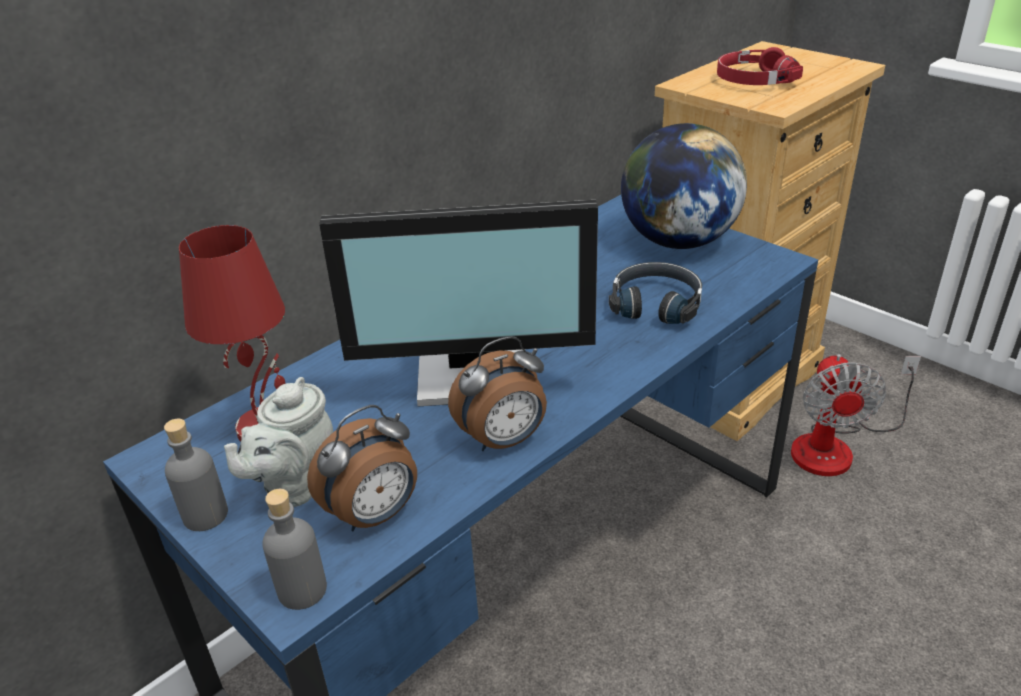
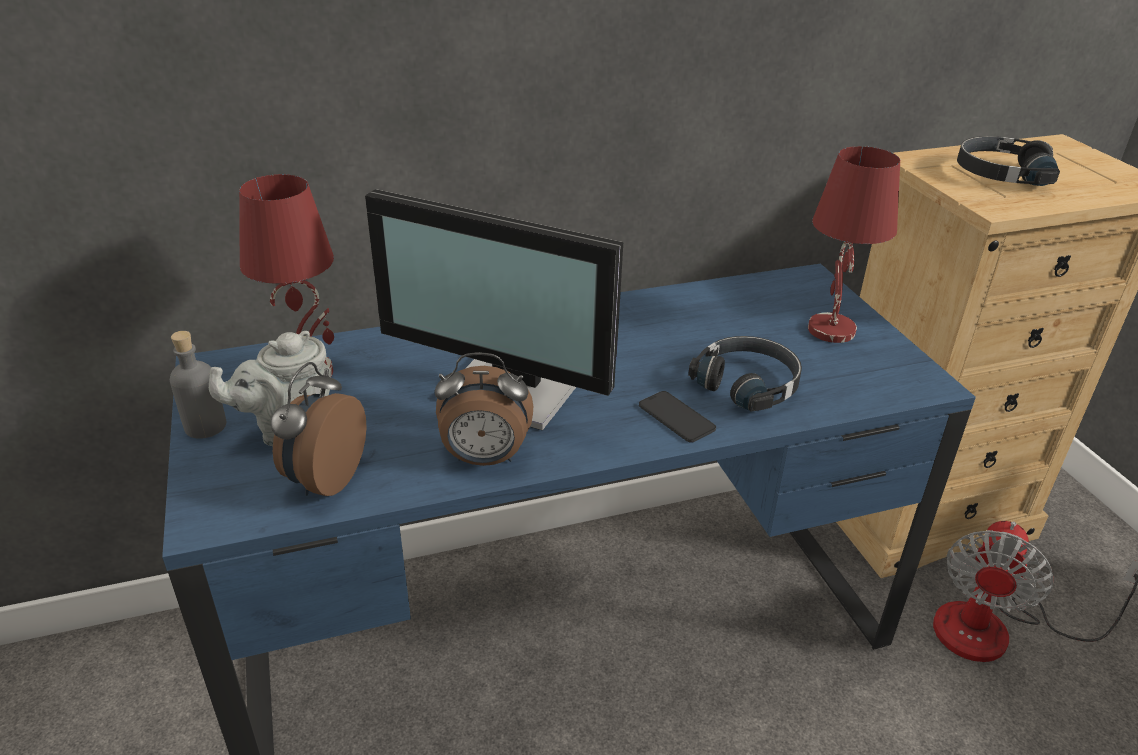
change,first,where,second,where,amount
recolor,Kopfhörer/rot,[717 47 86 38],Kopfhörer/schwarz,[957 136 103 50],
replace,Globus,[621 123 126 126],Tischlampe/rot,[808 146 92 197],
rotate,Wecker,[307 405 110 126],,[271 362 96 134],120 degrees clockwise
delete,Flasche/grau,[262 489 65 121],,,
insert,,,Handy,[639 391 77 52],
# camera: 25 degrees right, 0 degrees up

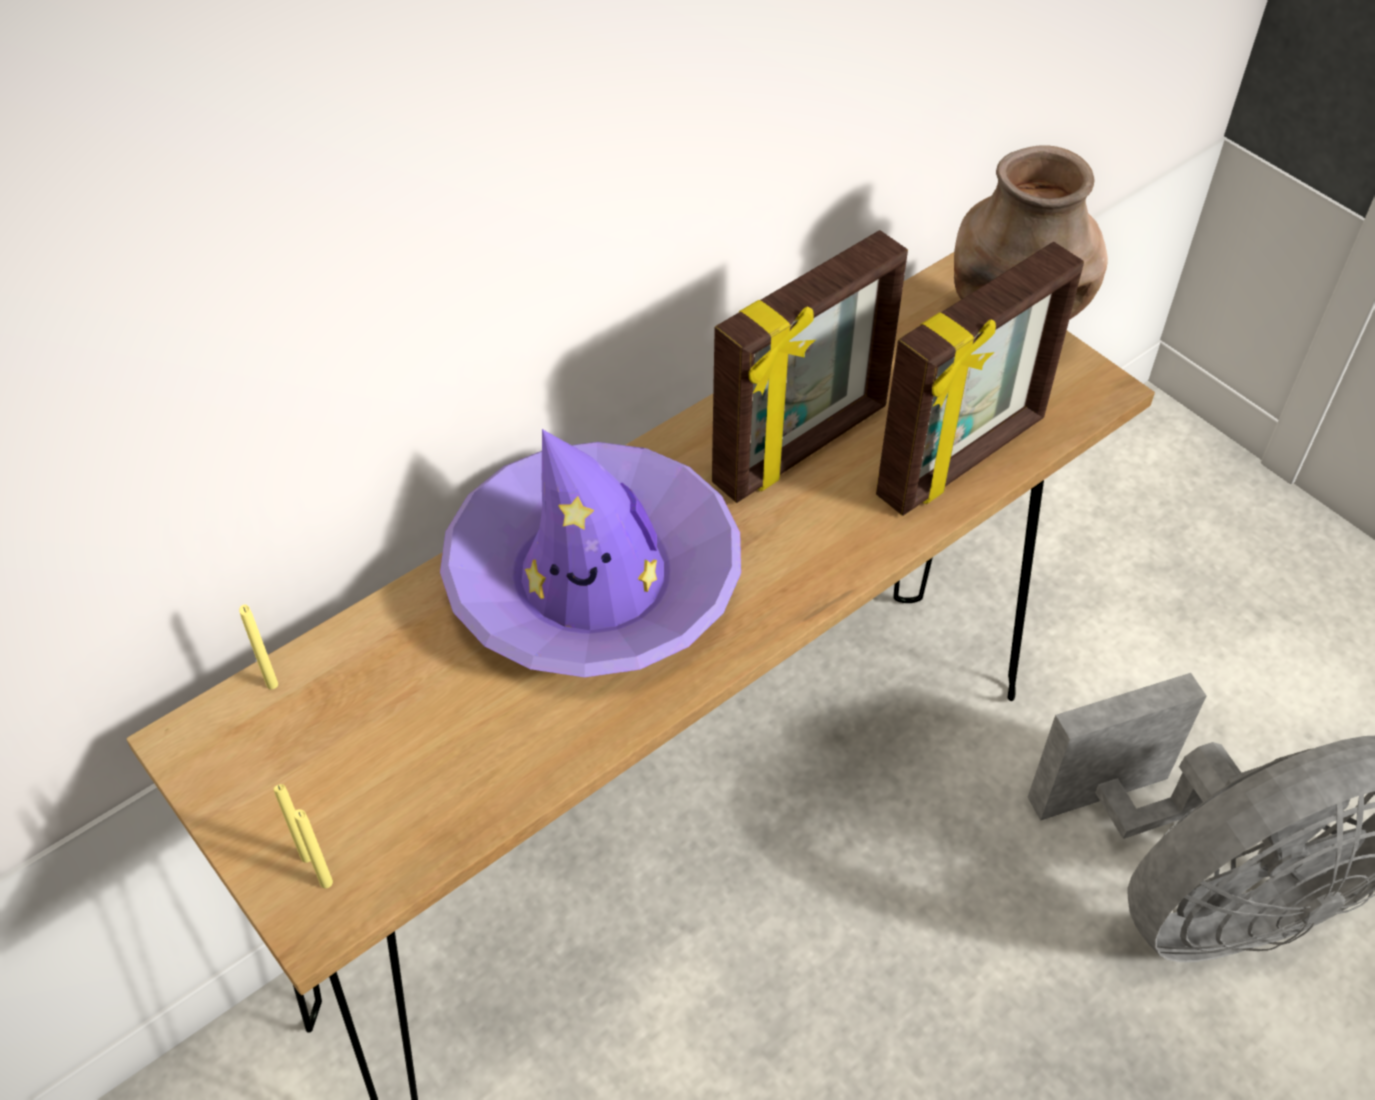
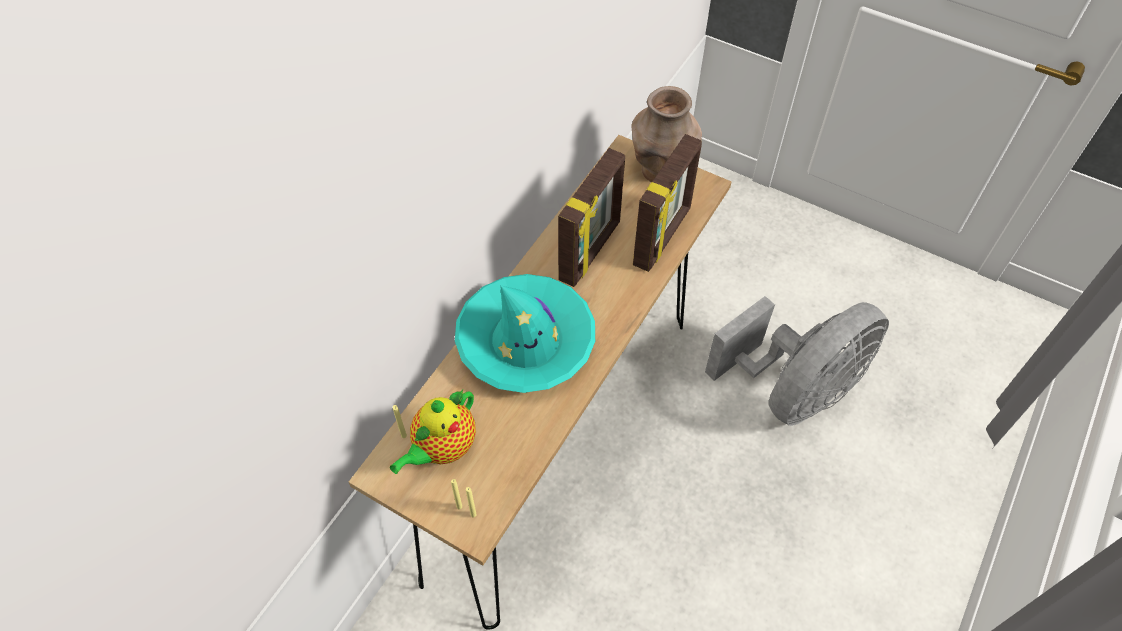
change,first,where,second,where,amount
recolor,Hut/lila,[440 429 301 248],Hut/türkis,[455 274 140 119],
insert,,,Teekanne,[390 389 86 85],
# camera: 20 degrees left, 5 degrees up

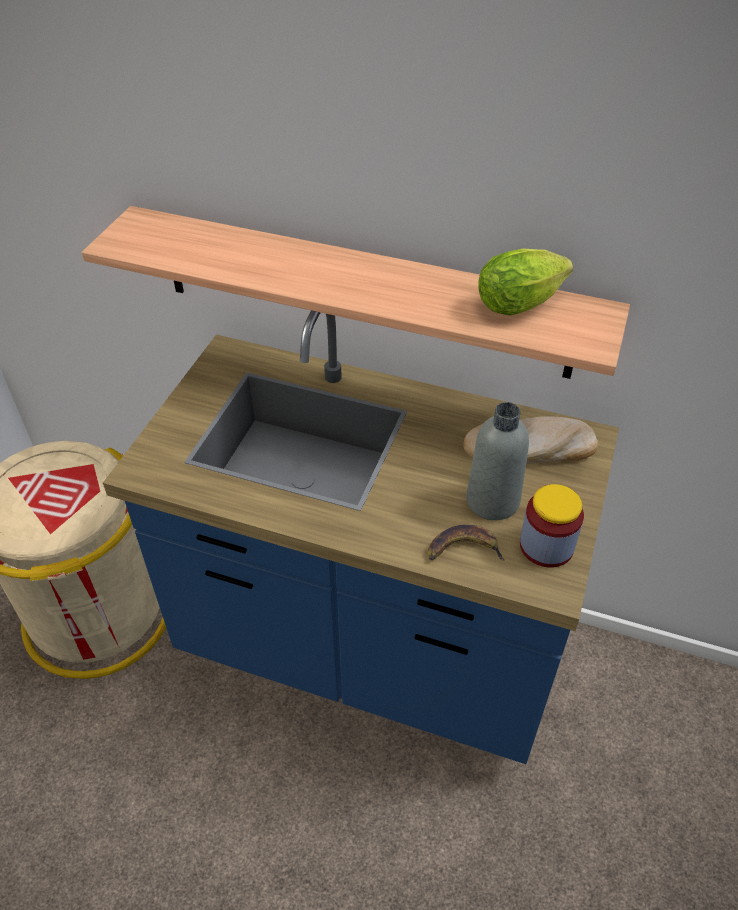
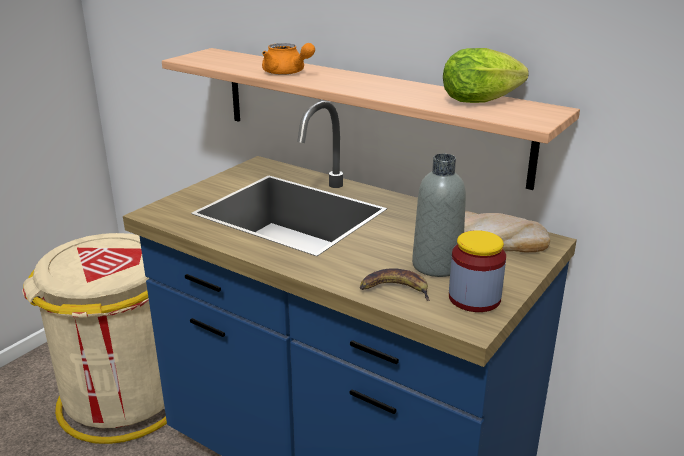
change,first,where,second,where,amount
insert,,,Teekanne/orange,[262 43 53 32],
# camera: 15 degrees right, 20 degrees down

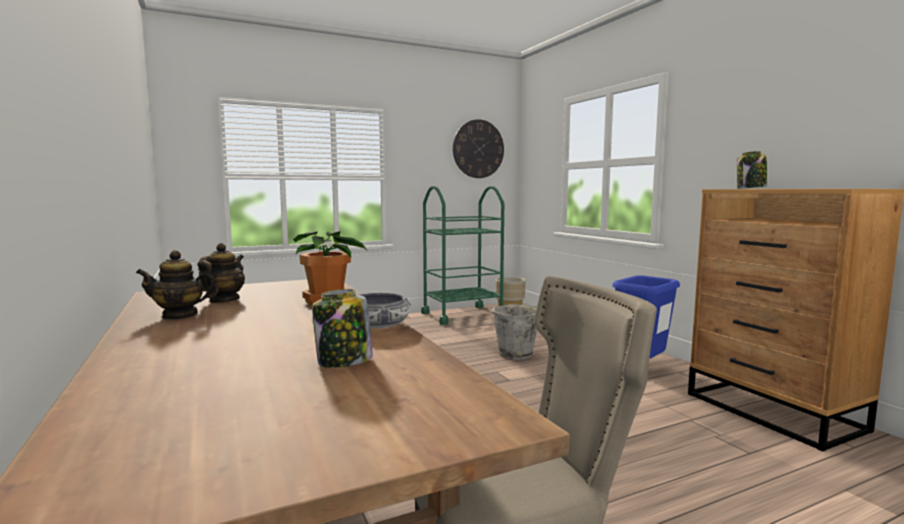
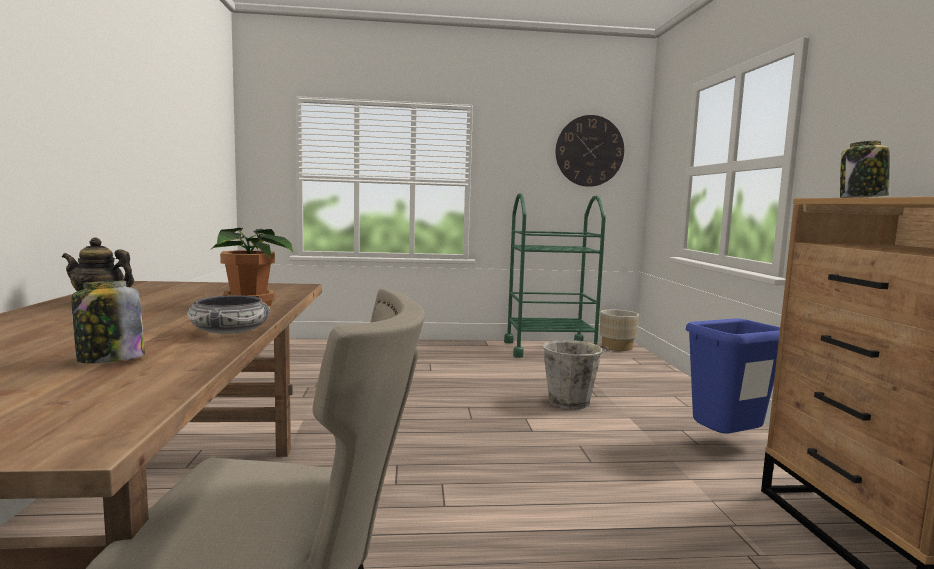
change,first,where,second,where,amount
delete,Teekanne,[199 243 46 60],,,
# camera: 20 degrees right, 0 degrees up

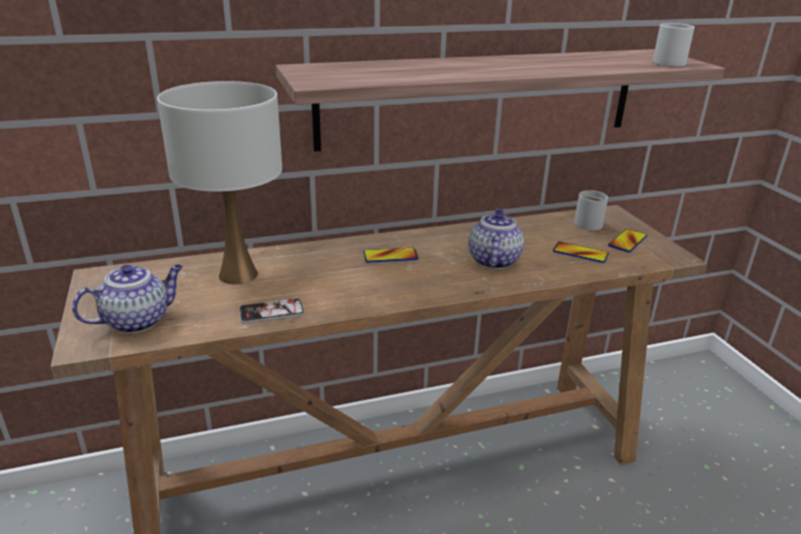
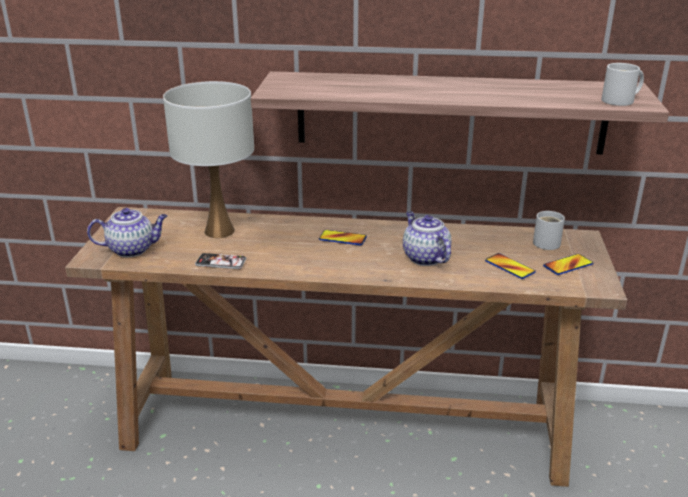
change,first,where,second,where,amount
rotate,Teekanne,[468 208 56 61],,[403 211 49 55],60 degrees counterclockwise
# camera: 25 degrees right, 0 degrees up

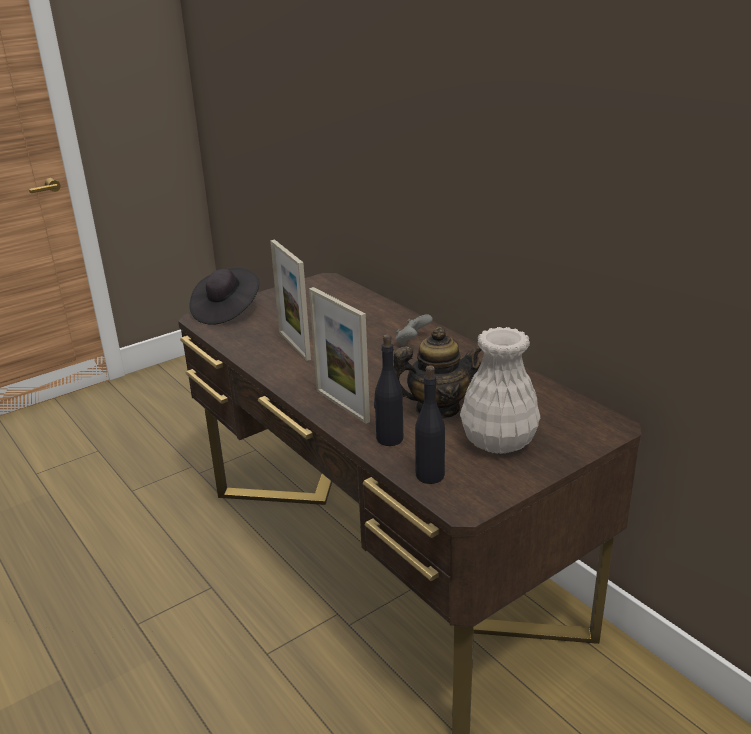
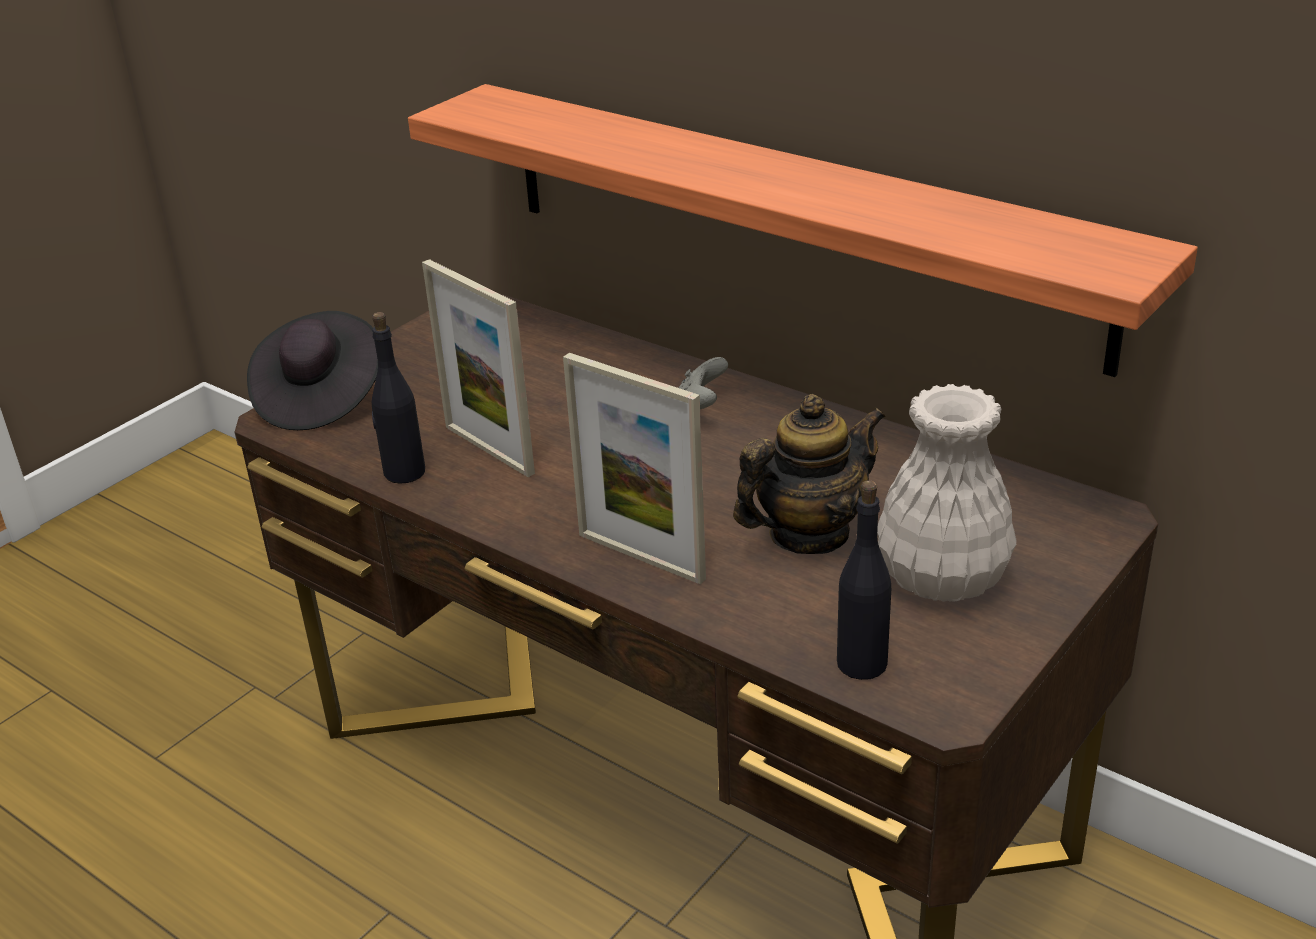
change,first,where,second,where,amount
move,Flasche/schwarz,[374 334 29 112],,[372 312 53 172],
insert,,,Wandregal,[408 84 790 293],
# camera: 15 degrees left, 5 degrees up

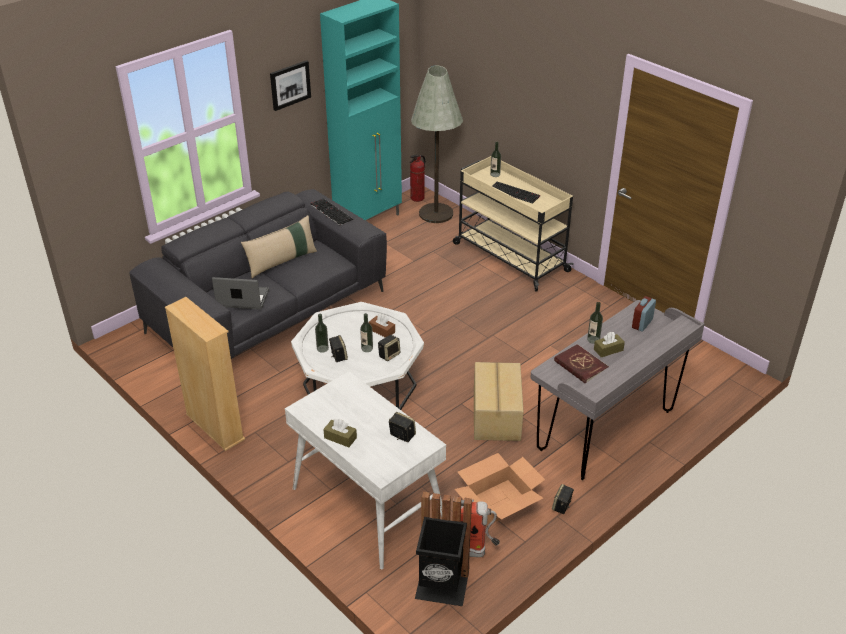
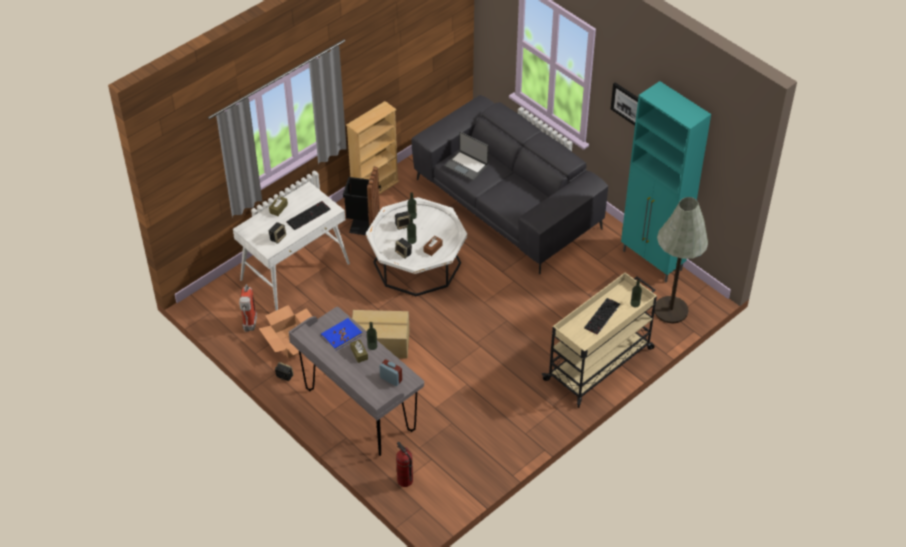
change,first,where,second,where,amount
move,Feuerlöscher,[410 154 15 48],,[396 442 17 45],
move,Tastatur,[310 198 43 27],,[286 201 45 29],
delete,Kissen/beige,[241 215 76 63],,,
rotate,Laptop,[212 277 57 33],,[445 132 44 49],120 degrees clockwise
recolor,Buch/rot,[554 344 55 39],Buch/blau,[321 318 41 32],
move,Mülleimer/schwarz,[415 492 57 114],,[343 167 37 68],
# camera: 90 degrees right, 10 degrees up

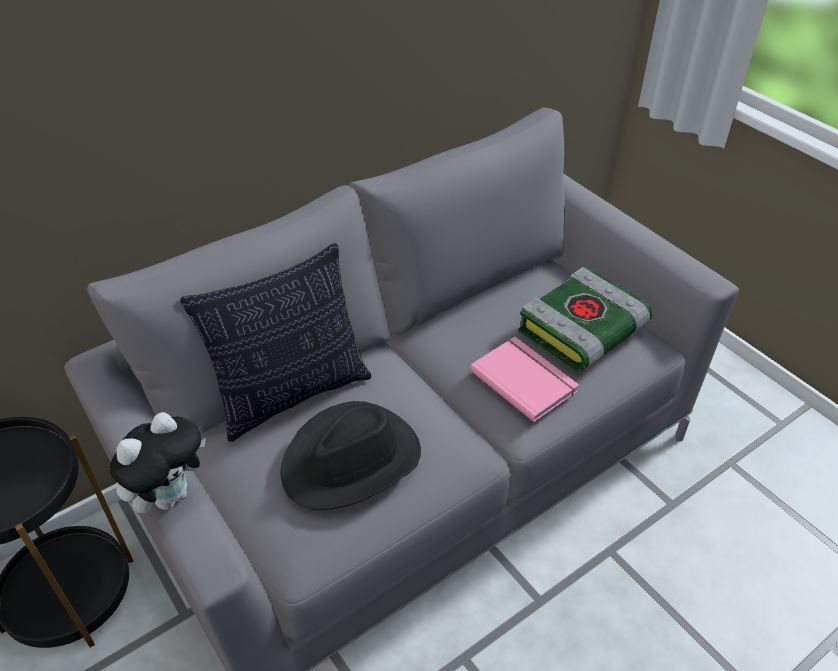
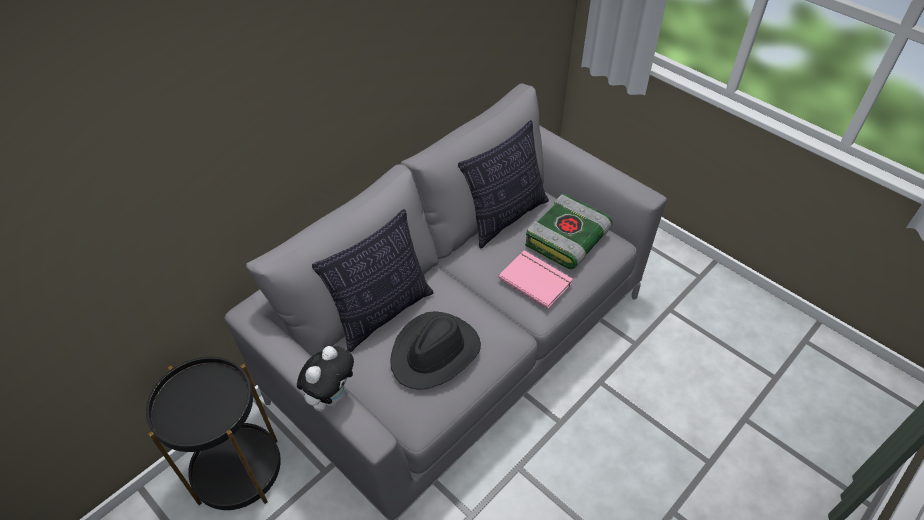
change,first,where,second,where,amount
insert,,,Kissen,[458 120 91 128],
# camera: 10 degrees left, 5 degrees up

